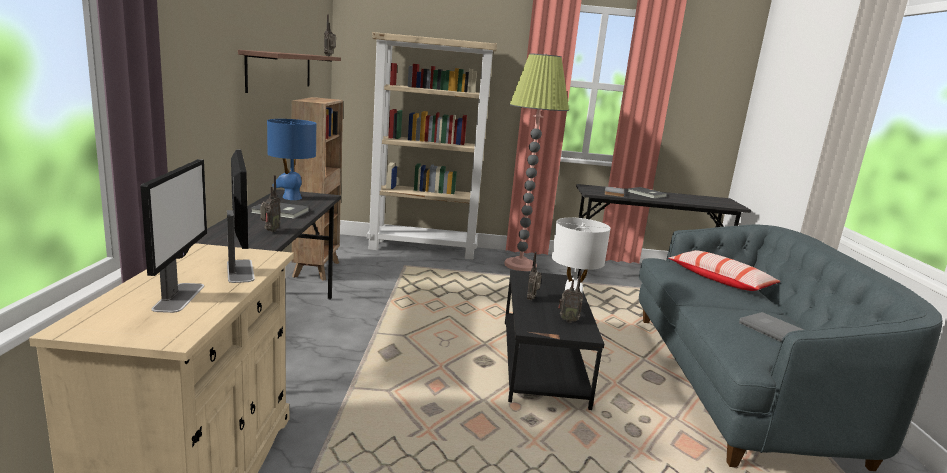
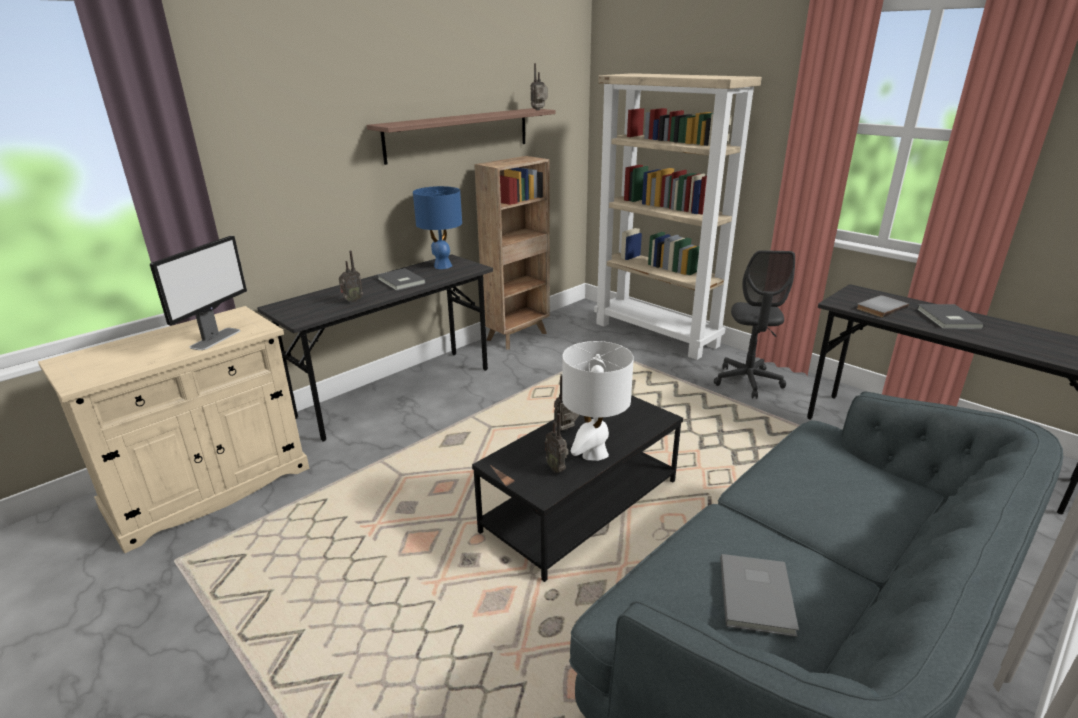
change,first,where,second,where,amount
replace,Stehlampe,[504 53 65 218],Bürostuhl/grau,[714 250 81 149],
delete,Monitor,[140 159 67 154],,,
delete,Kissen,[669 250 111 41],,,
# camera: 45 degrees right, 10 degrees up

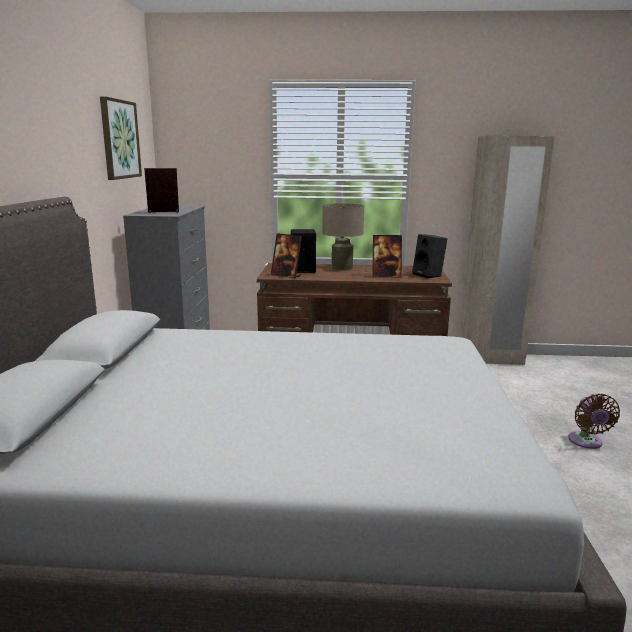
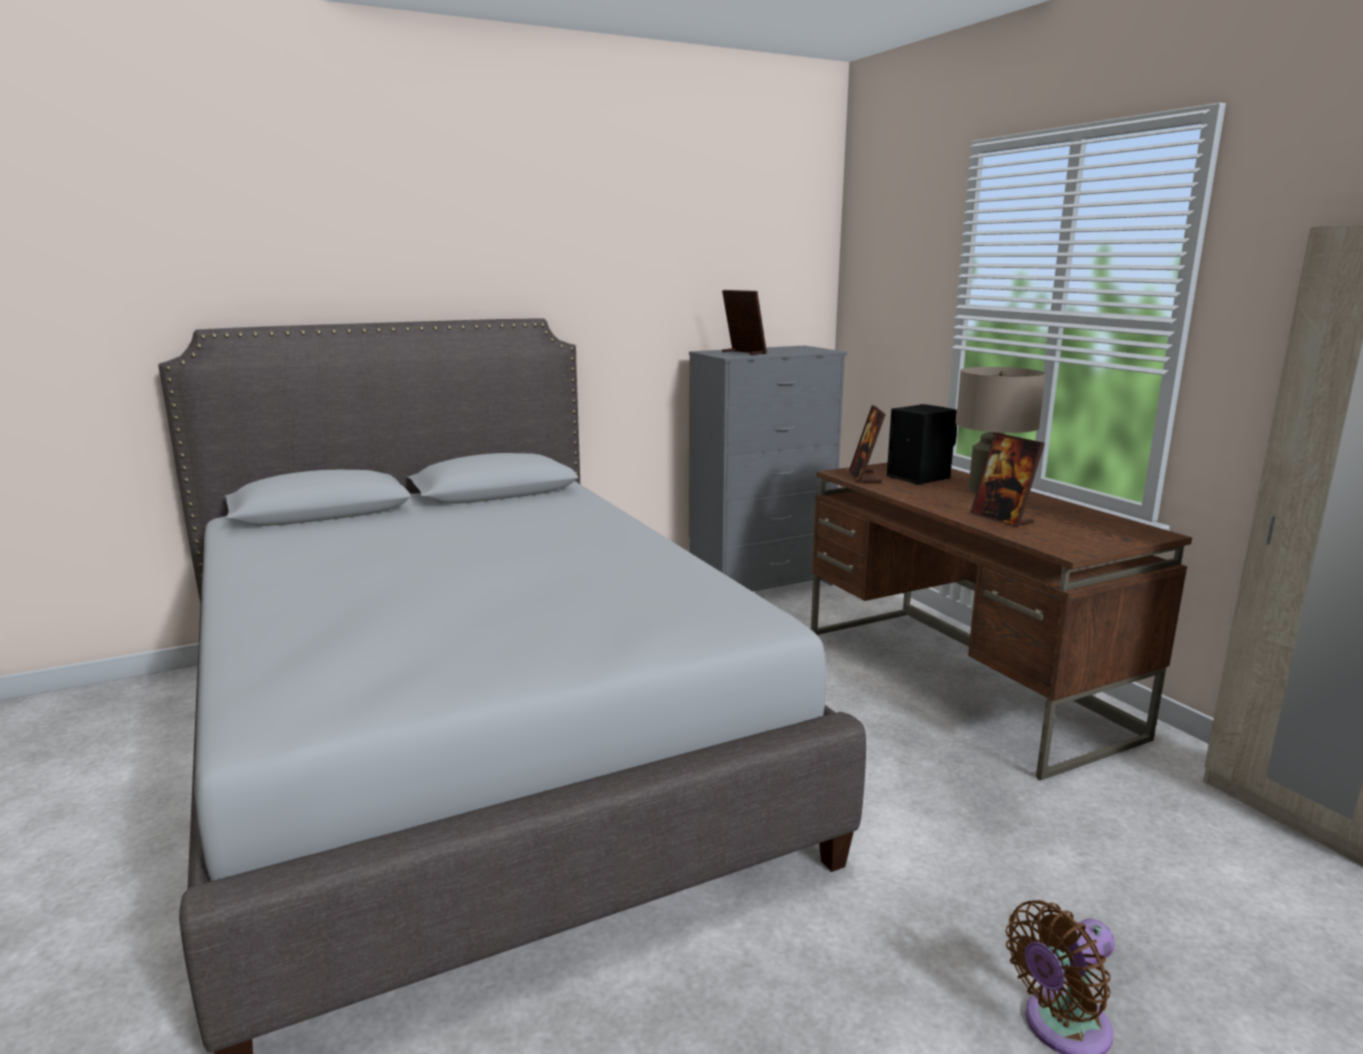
change,first,where,second,where,amount
delete,Bild,[100 96 42 84],,,
delete,Lautsprecher/schwarz,[412 234 35 45],,,
# camera: 60 degrees right, 0 degrees up

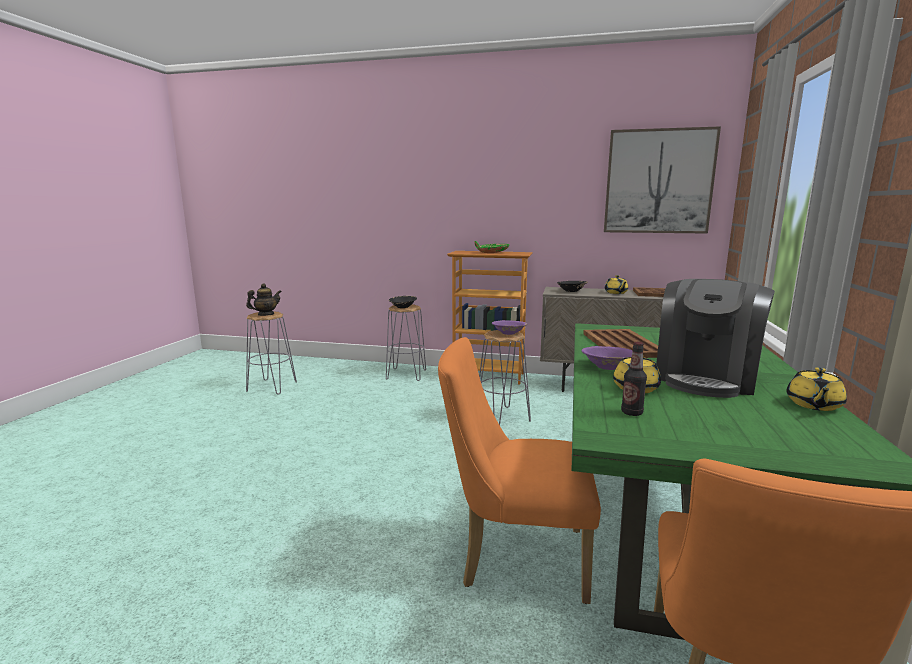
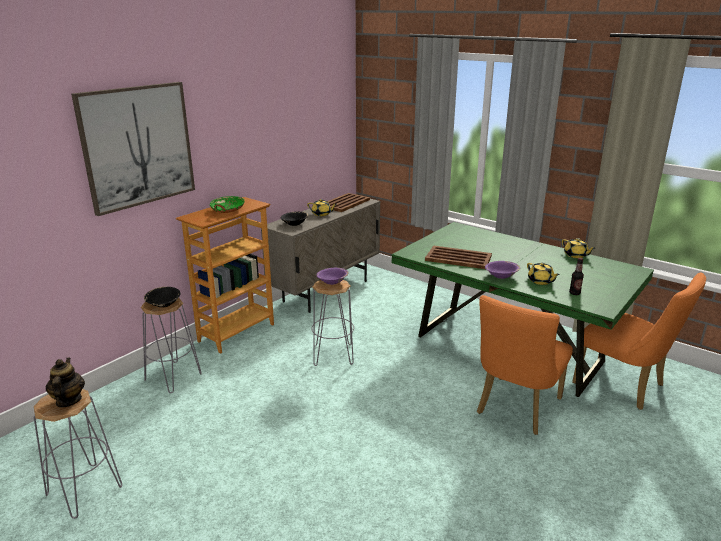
change,first,where,second,where,amount
move,Bild,[604 126 117 108],,[71 82 124 134],
delete,Kaffeemaschine,[656 279 119 119],,,
# camera: 65 degrees left, 10 degrees up

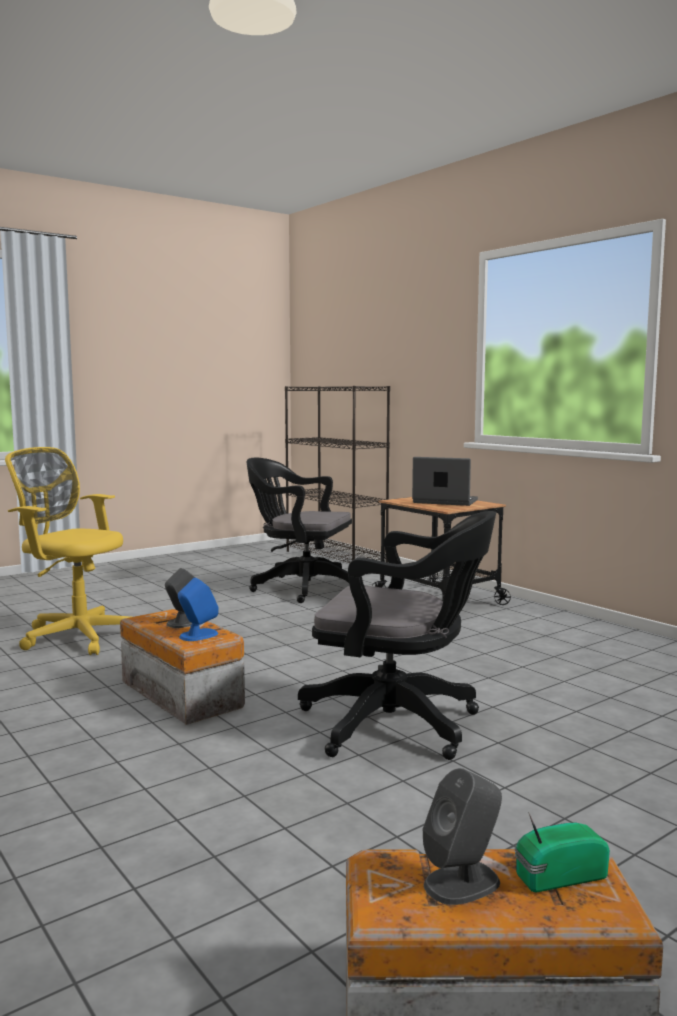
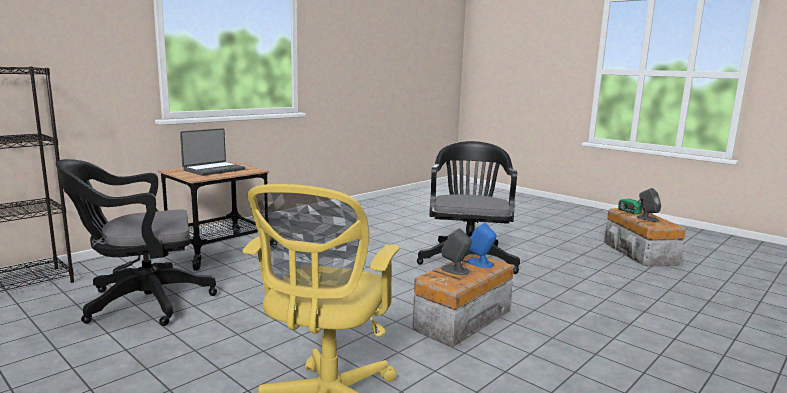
change,first,where,second,where,amount
rotate,Laptop,[412 457 66 49],,[180 128 65 48],150 degrees counterclockwise
rotate,Bürostuhl/schwarz,[247 458 105 145],,[56 159 161 167],60 degrees clockwise
# camera: 100 degrees left, 5 degrees up

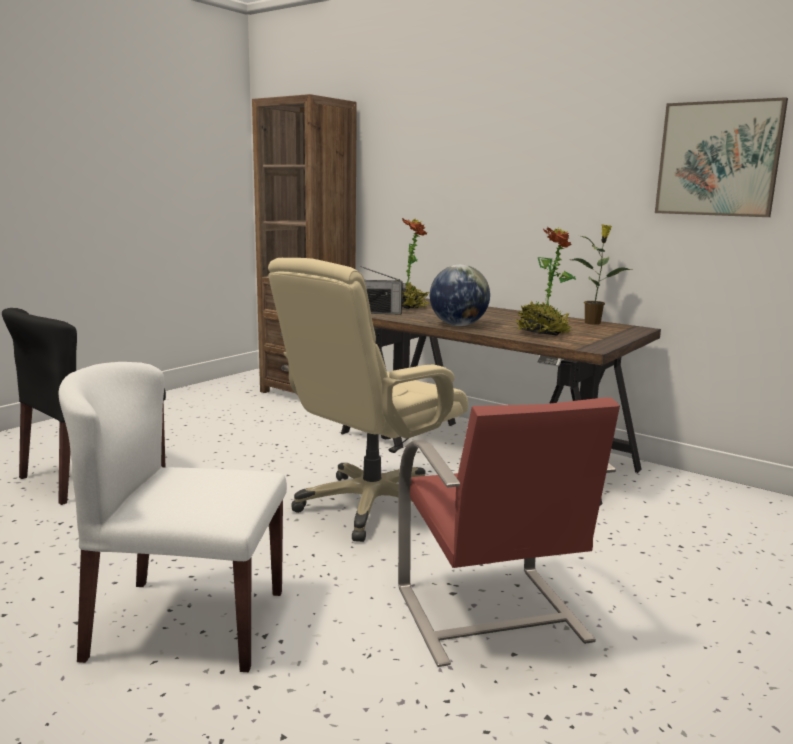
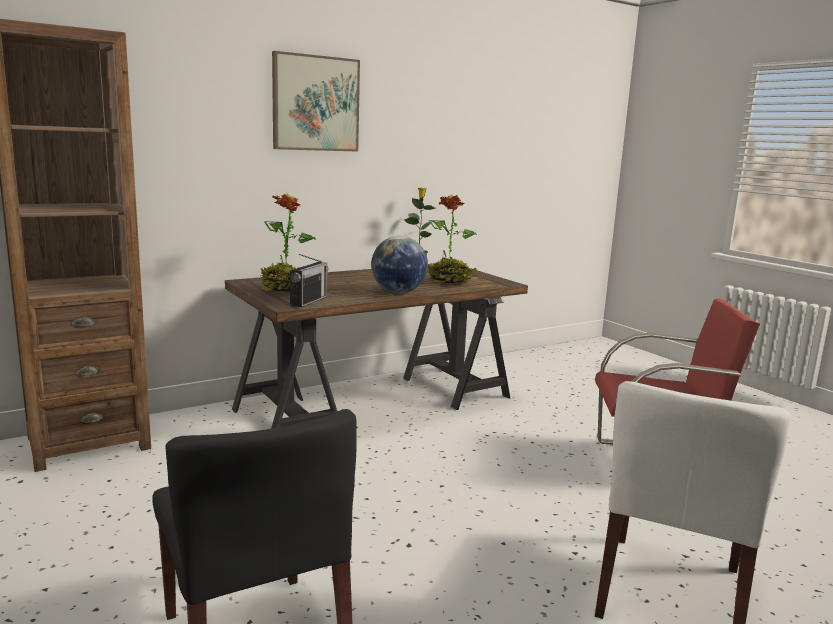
change,first,where,second,where,amount
move,Bild,[655 97 133 120],,[272 51 88 101],
delete,Bürostuhl/beige,[268 258 200 284],,,
# camera: 70 degrees left, 0 degrees up

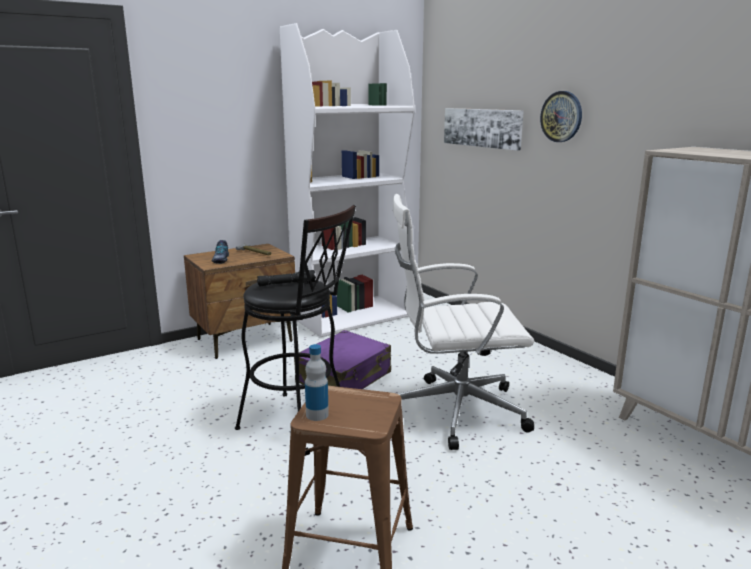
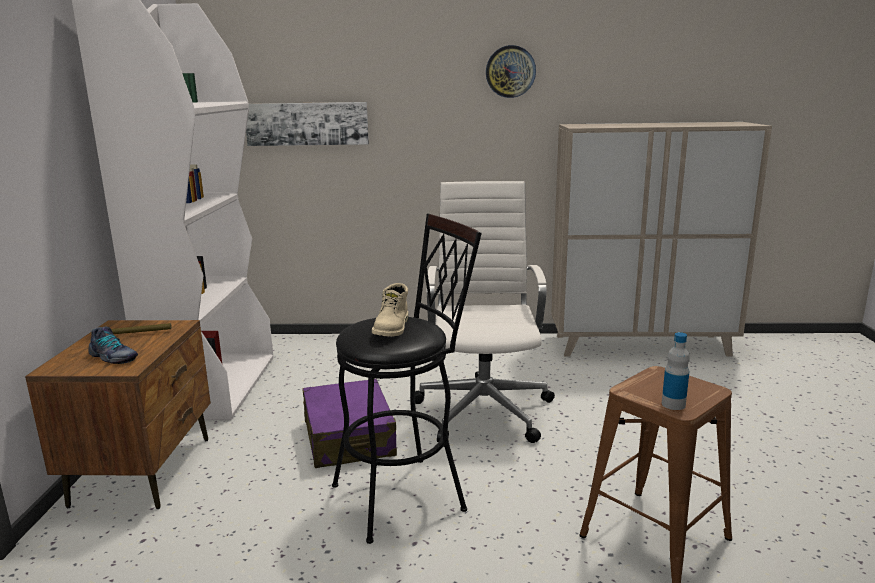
change,first,where,second,where,amount
move,Wanduhr,[540 91 42 51],,[486 45 50 53],
rotate,Bürostuhl/weiß,[393 194 141 256],,[415 181 140 262],150 degrees clockwise
replace,Taschenlampe/schwarz,[257 270 59 17],Stiefel/beige,[372 283 36 54],
# camera: 55 degrees left, 0 degrees up

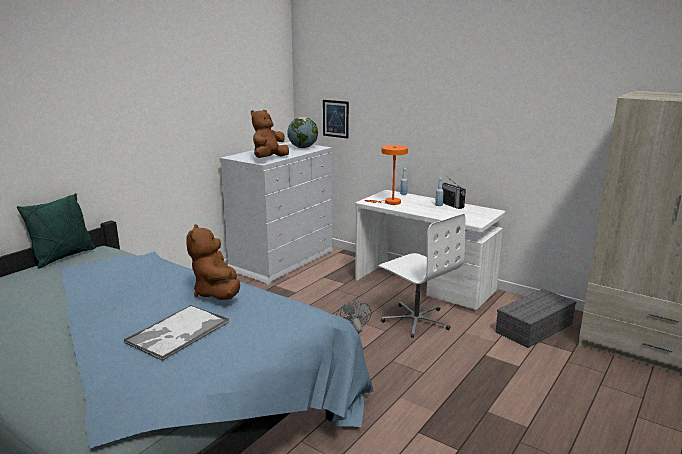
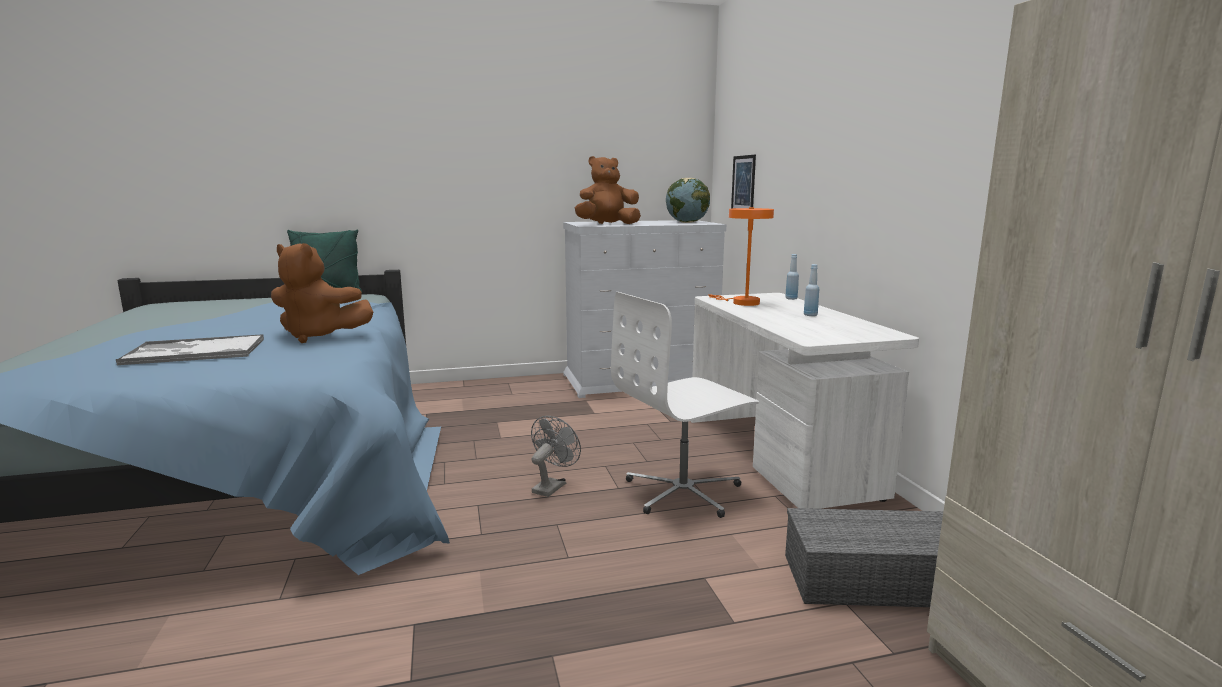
change,first,where,second,where,amount
delete,Radio,[442 175 24 34],,,
rotate,Bürostuhl/weiß,[378 214 88 124],,[611 292 148 226],60 degrees clockwise
rotate,Plüschtier/braun,[186 224 54 76],,[271 243 102 100],105 degrees counterclockwise
# camera: 40 degrees right, 5 degrees down

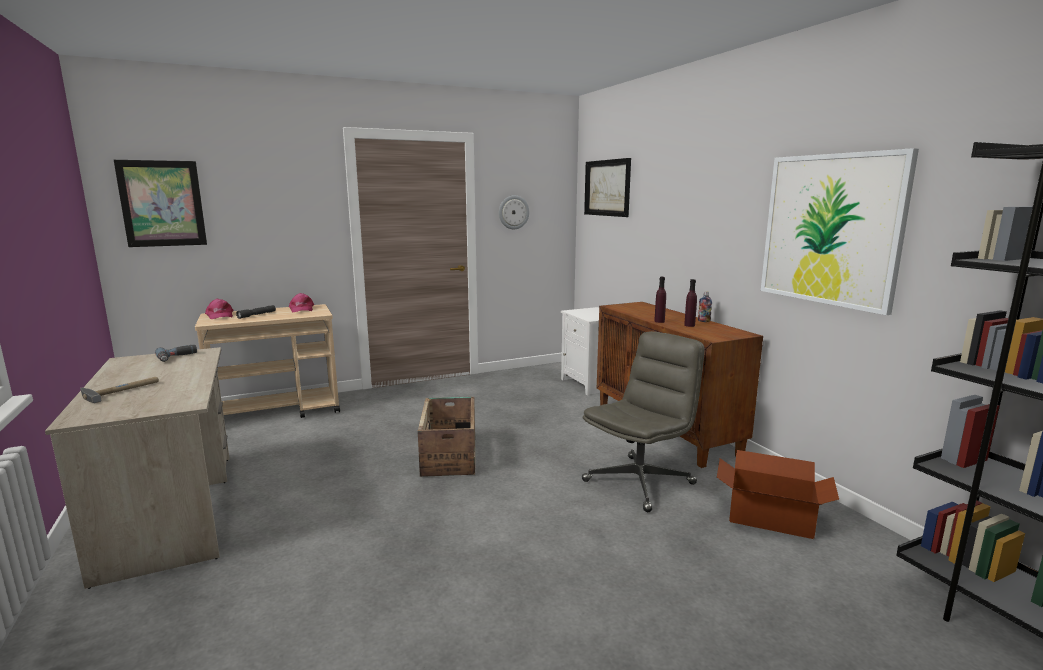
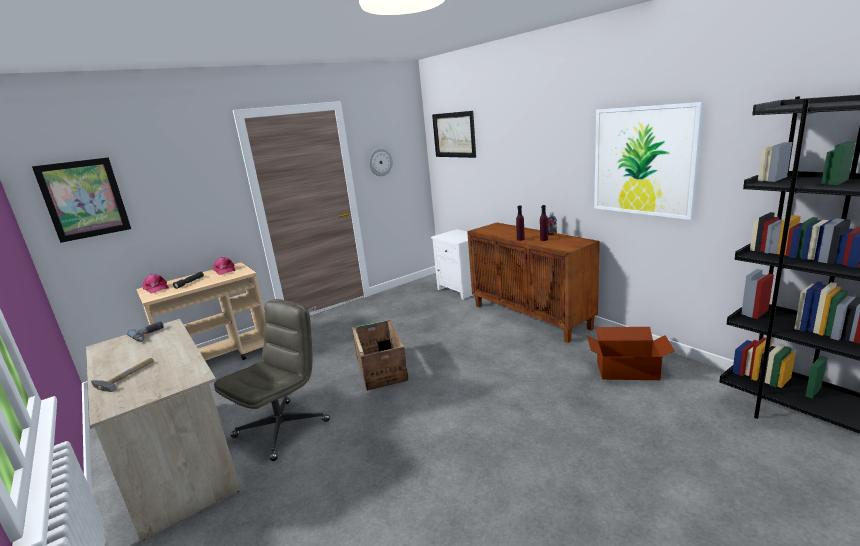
change,first,where,second,where,amount
move,Bürostuhl/grau,[582 331 123 181],,[214 299 116 162],
# camera: 10 degrees left, 5 degrees up

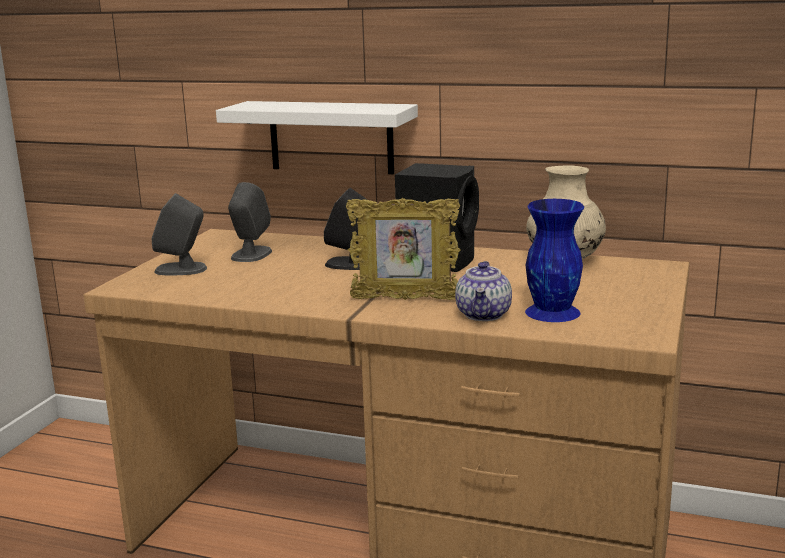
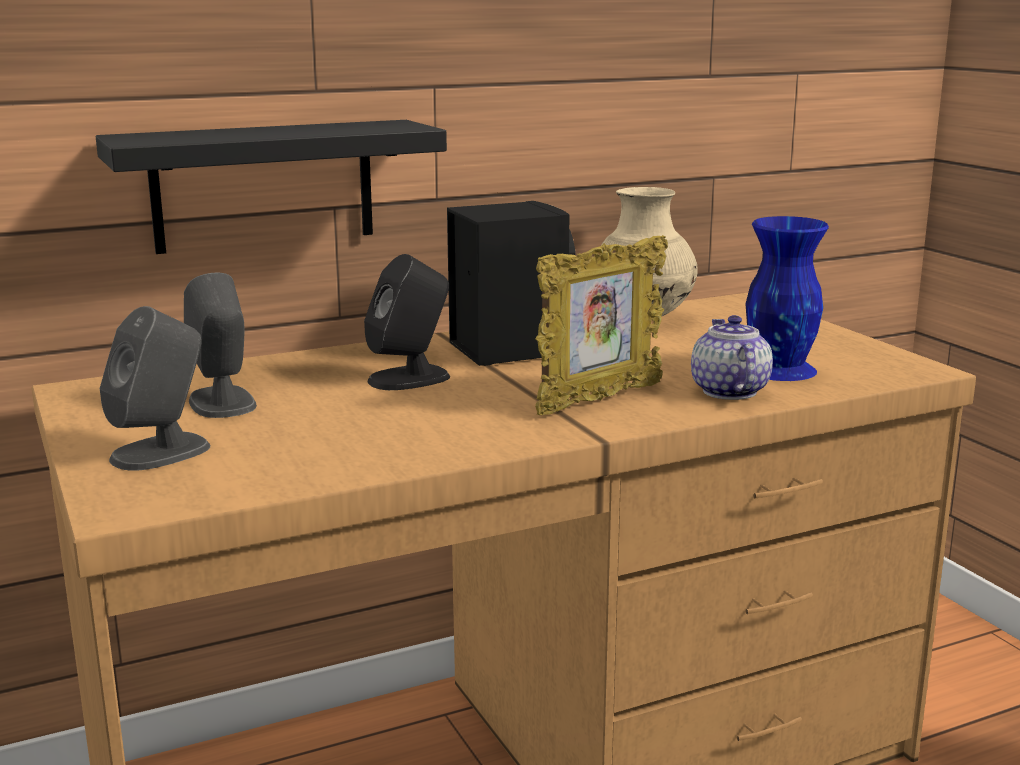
change,first,where,second,where,amount
recolor,Wandregal/weiß,[216 101 202 73],Wandregal/schwarz,[96 120 351 134],
rotate,Teekanne,[455 261 57 60],,[691 315 82 85],150 degrees counterclockwise
# camera: 45 degrees left, 0 degrees up

